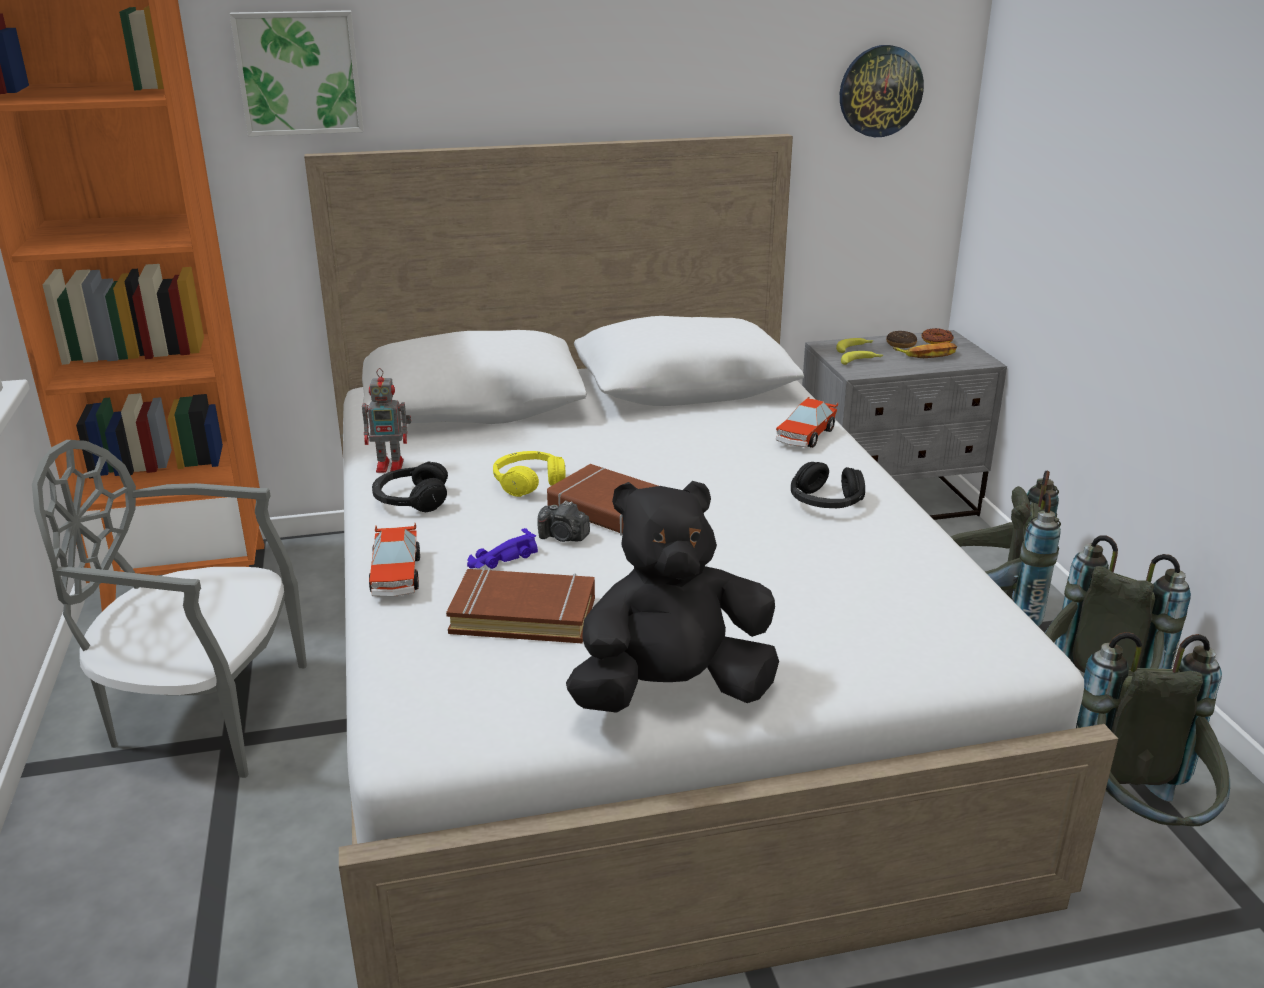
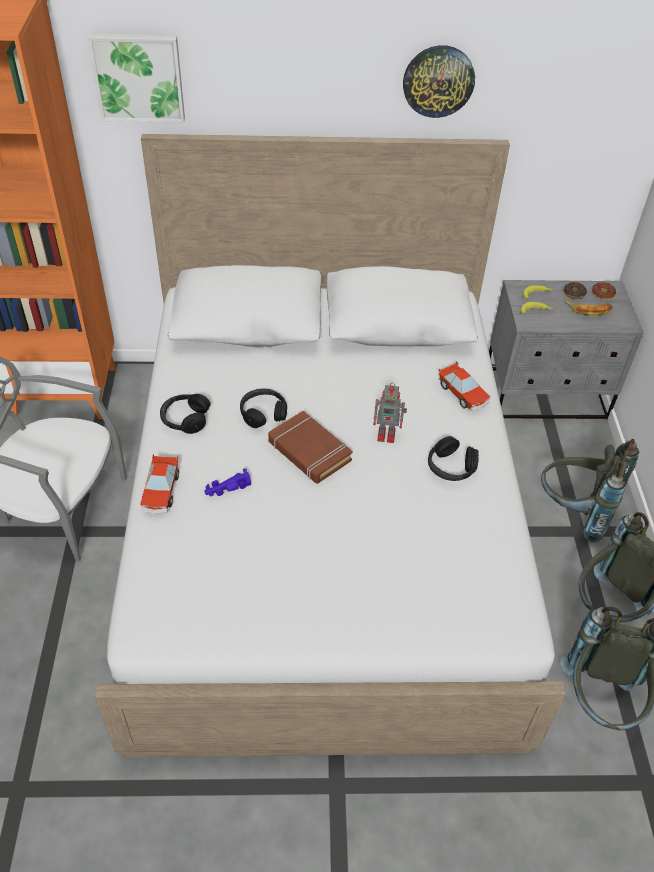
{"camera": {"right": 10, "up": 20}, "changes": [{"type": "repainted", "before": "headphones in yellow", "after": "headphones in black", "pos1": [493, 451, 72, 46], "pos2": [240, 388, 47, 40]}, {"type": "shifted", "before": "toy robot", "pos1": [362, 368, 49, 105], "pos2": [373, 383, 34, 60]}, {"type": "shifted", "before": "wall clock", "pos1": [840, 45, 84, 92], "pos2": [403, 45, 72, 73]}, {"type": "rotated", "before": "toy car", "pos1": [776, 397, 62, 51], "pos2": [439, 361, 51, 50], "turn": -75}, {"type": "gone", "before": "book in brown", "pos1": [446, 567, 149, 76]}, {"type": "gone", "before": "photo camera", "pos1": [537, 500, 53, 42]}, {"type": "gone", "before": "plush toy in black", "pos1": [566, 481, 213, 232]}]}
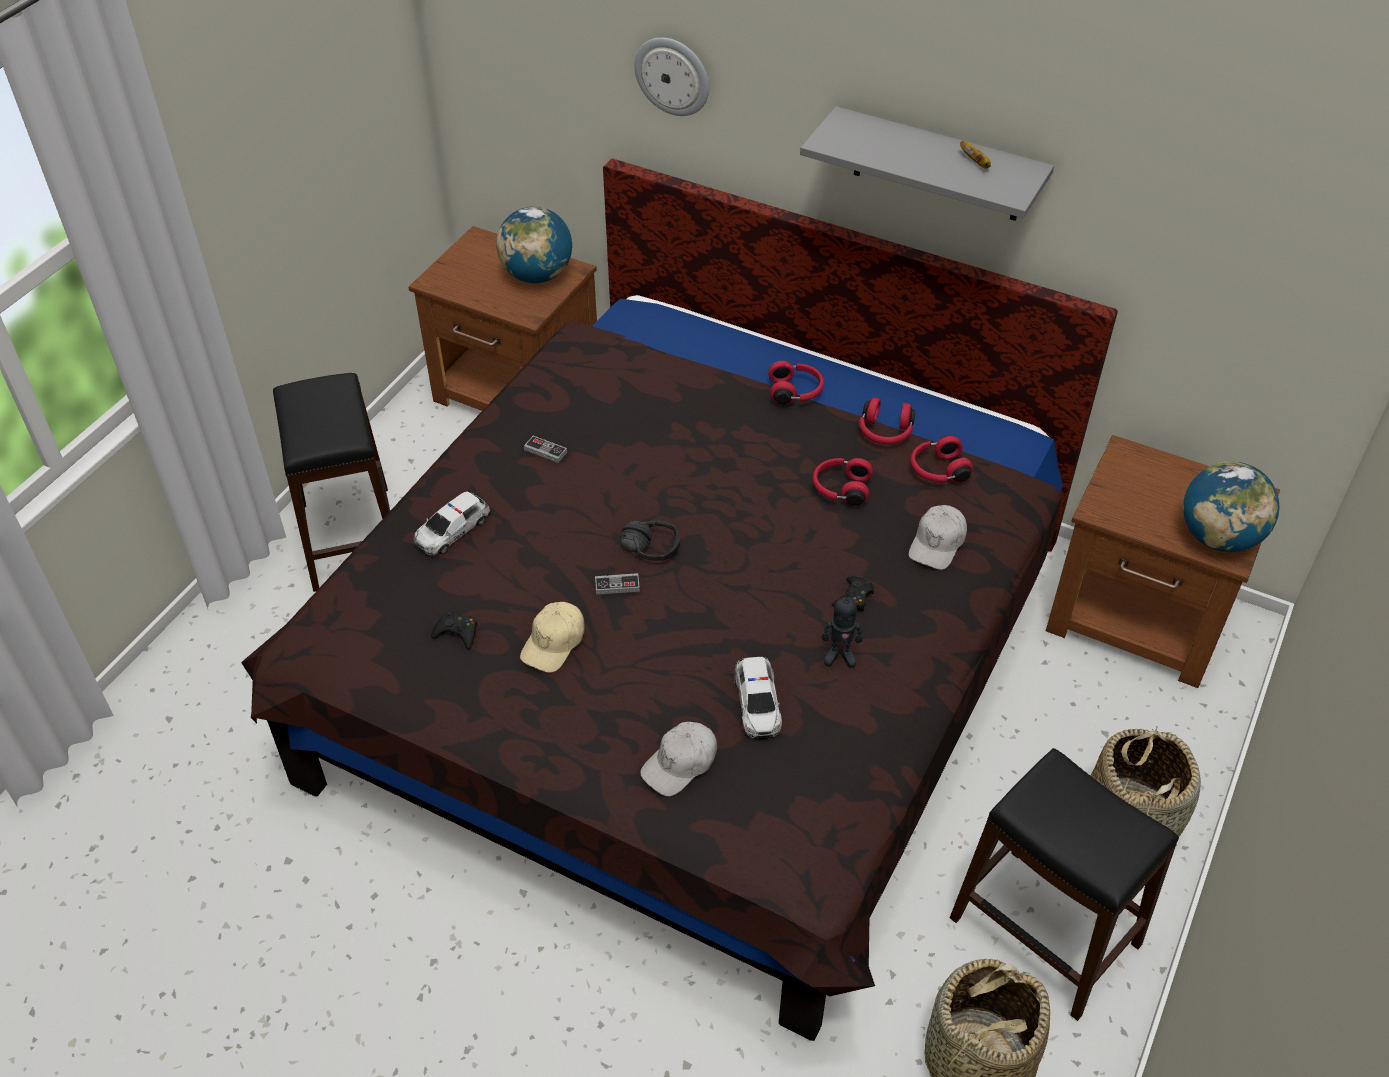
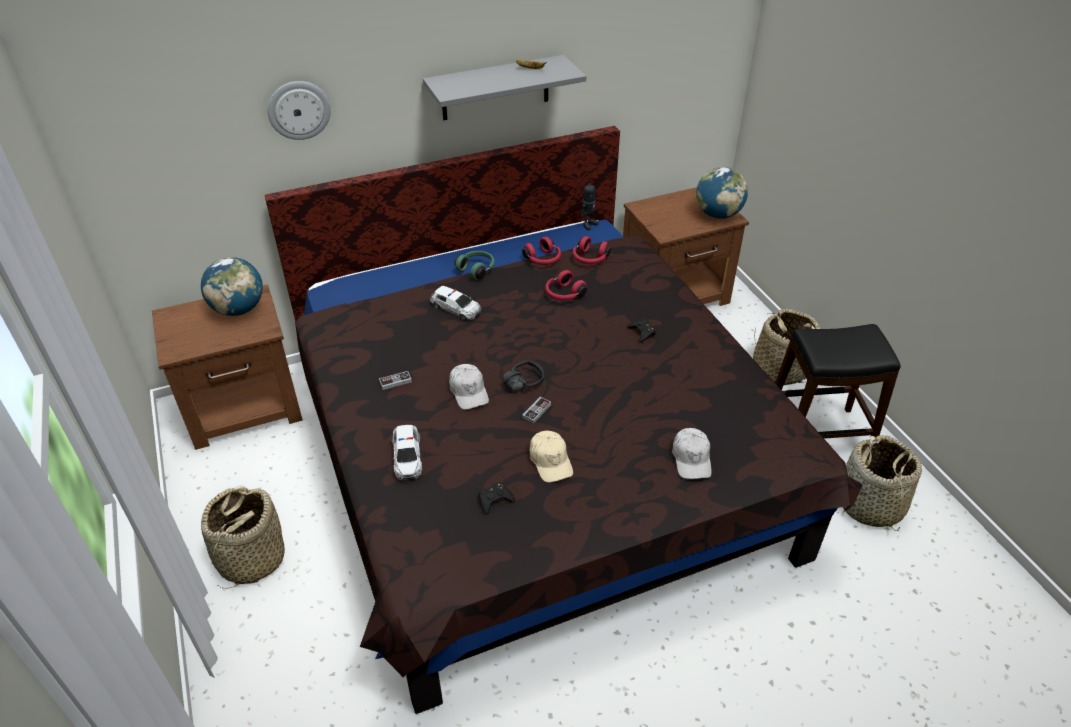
{"camera": {"right": -50, "up": -5}, "changes": [{"type": "swapped", "before": "stool in black", "after": "basket", "pos1": [273, 373, 117, 219], "pos2": [201, 485, 84, 104]}, {"type": "shifted", "before": "toy car", "pos1": [734, 657, 48, 82], "pos2": [430, 286, 51, 34]}, {"type": "shifted", "before": "cap in white", "pos1": [909, 505, 58, 65], "pos2": [449, 364, 40, 46]}, {"type": "repainted", "before": "headphones in red", "after": "headphones in green", "pos1": [768, 361, 56, 43], "pos2": [454, 251, 41, 29]}, {"type": "shifted", "before": "toy robot", "pos1": [822, 592, 41, 76], "pos2": [581, 179, 18, 51]}]}
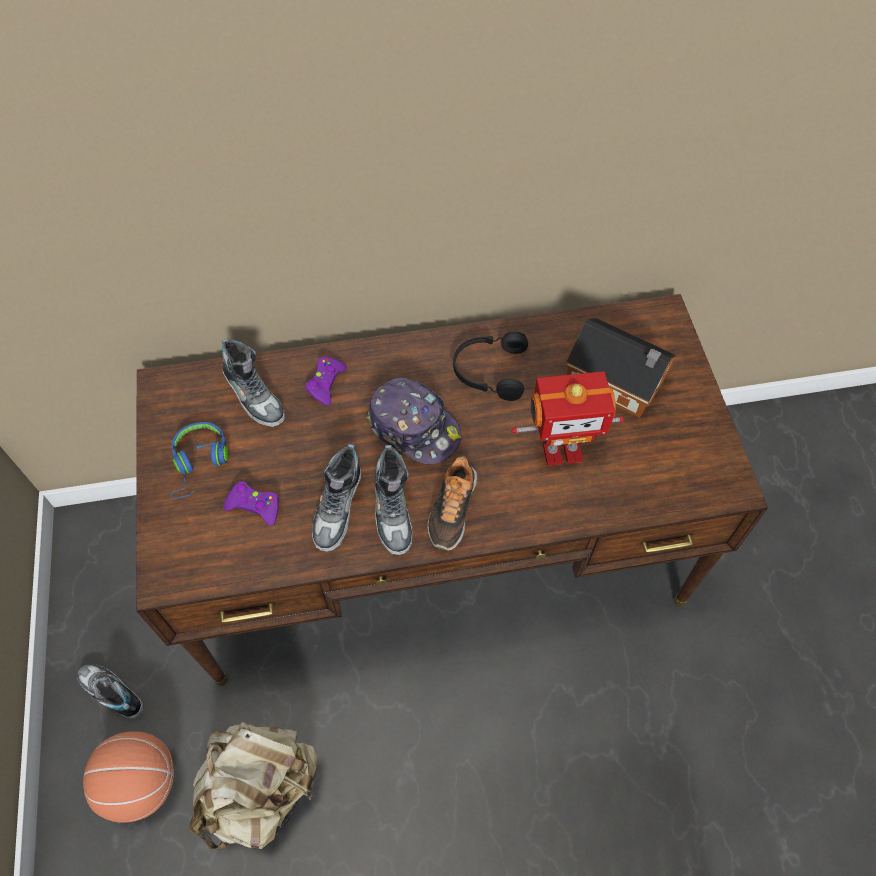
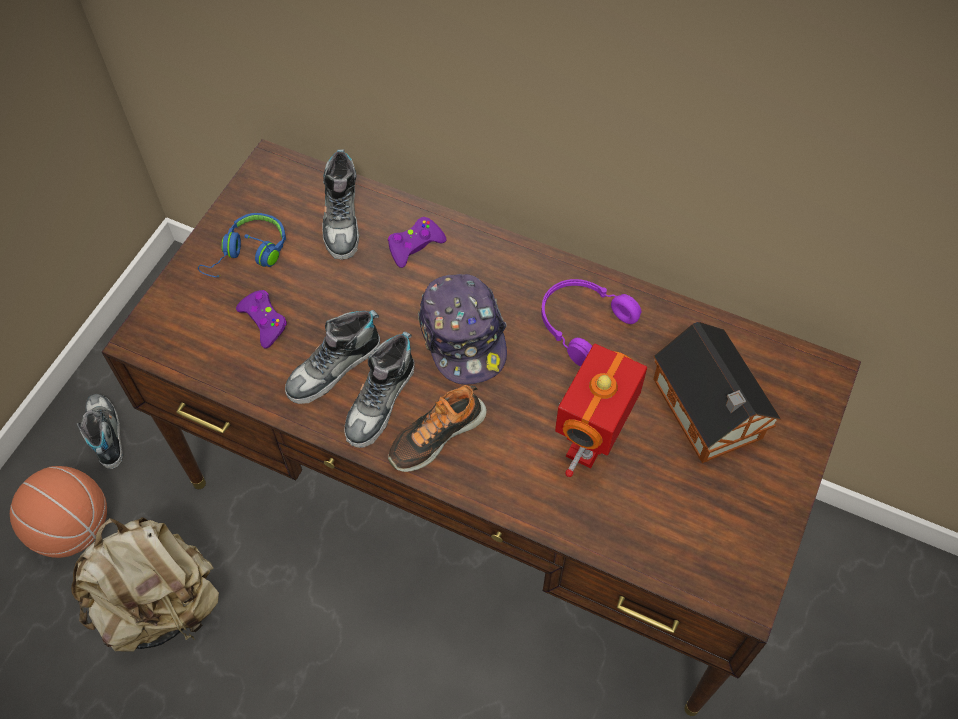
{"camera": {"right": 35, "up": 0}, "changes": [{"type": "repainted", "before": "headphones in black", "after": "headphones in purple", "pos1": [453, 331, 75, 70], "pos2": [541, 279, 100, 88]}, {"type": "rotated", "before": "toy robot", "pos1": [511, 371, 113, 95], "pos2": [555, 344, 92, 133], "turn": 90}]}
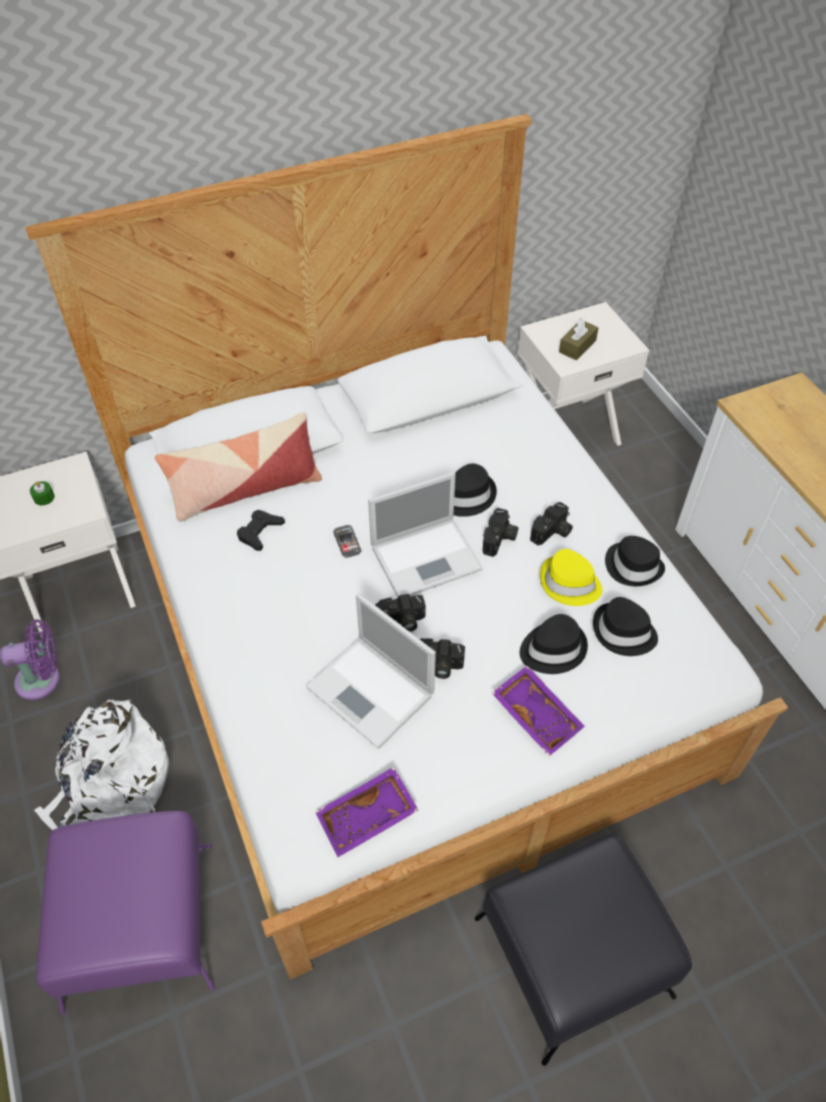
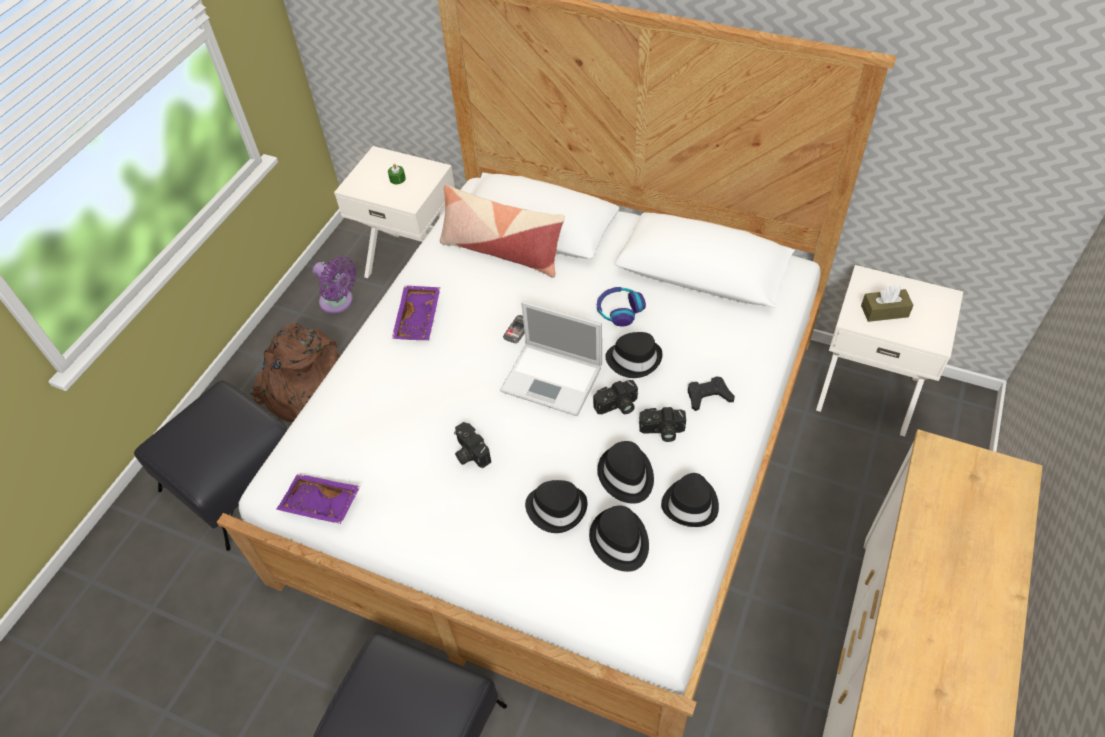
{"camera": {"right": 50, "up": 0}, "changes": [{"type": "repainted", "before": "ottoman in purple", "after": "ottoman in black", "pos1": [36, 811, 179, 204], "pos2": [134, 380, 154, 171]}, {"type": "repainted", "before": "backpack in white", "after": "backpack in brown", "pos1": [34, 700, 135, 130], "pos2": [250, 323, 90, 99]}, {"type": "shifted", "before": "tray in purple", "pos1": [492, 666, 93, 90], "pos2": [392, 286, 48, 54]}, {"type": "new", "after": "headphones", "pos2": [597, 287, 49, 40]}, {"type": "repainted", "before": "hat in yellow", "after": "hat in black", "pos1": [540, 549, 62, 57], "pos2": [597, 441, 57, 63]}, {"type": "shifted", "before": "game controller in black", "pos1": [237, 510, 48, 41], "pos2": [688, 376, 47, 35]}, {"type": "gone", "before": "laptop", "pos1": [306, 593, 130, 156]}, {"type": "gone", "before": "photo camera", "pos1": [375, 594, 51, 38]}]}
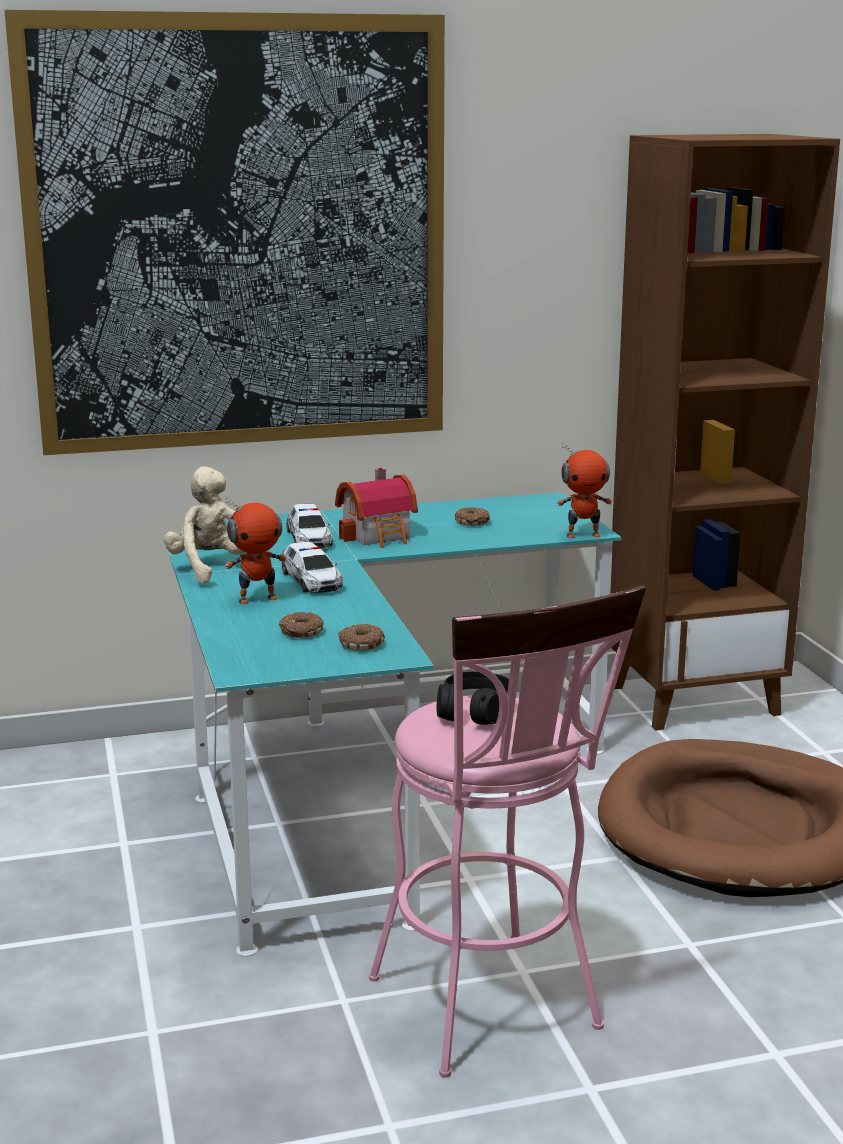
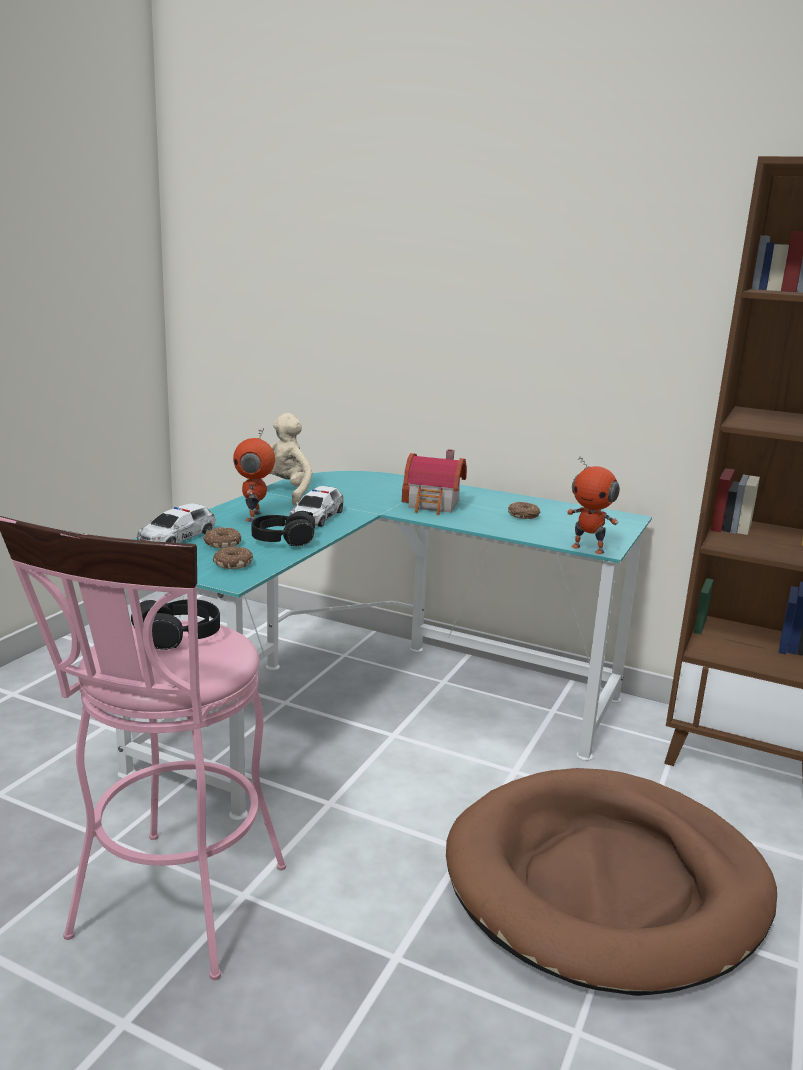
{"camera": {"right": 40, "up": 0}, "changes": [{"type": "shifted", "before": "toy car", "pos1": [287, 504, 46, 44], "pos2": [137, 503, 79, 40]}, {"type": "rotated", "before": "toy robot", "pos1": [225, 497, 62, 107], "pos2": [233, 428, 42, 94], "turn": 75}, {"type": "new", "after": "headphones in black", "pos2": [252, 511, 63, 35]}, {"type": "gone", "before": "picture", "pos1": [4, 10, 441, 445]}]}
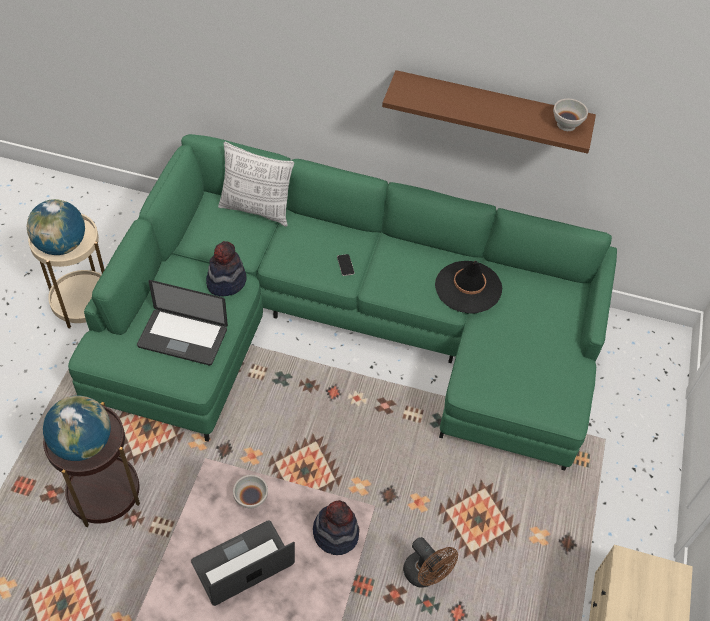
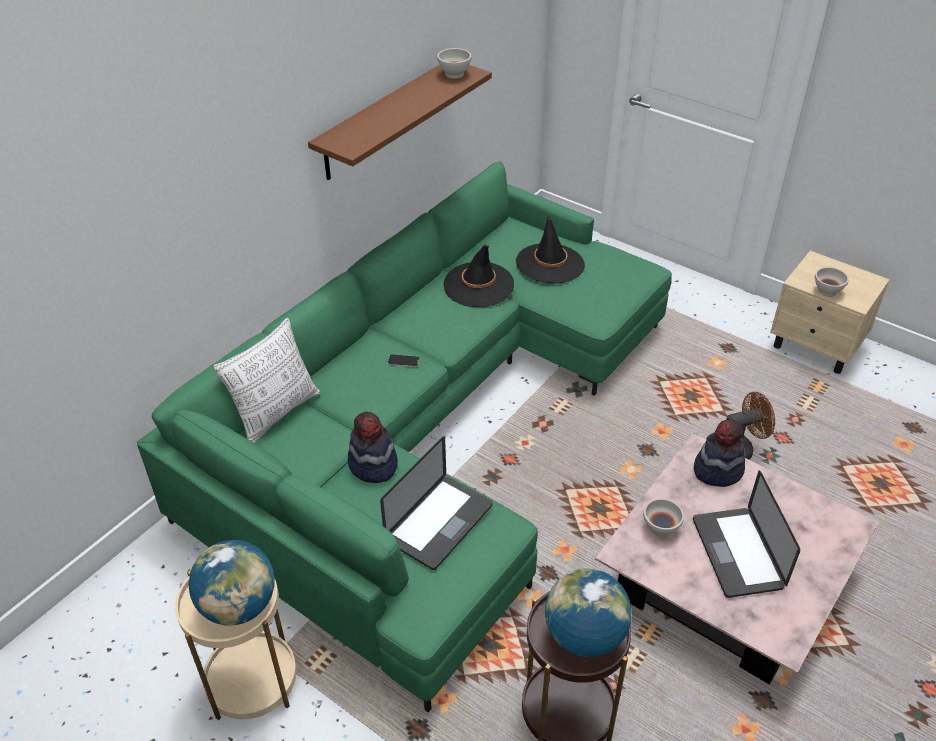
{"camera": {"right": -65, "up": -10}, "changes": [{"type": "new", "after": "hat in black", "pos2": [516, 214, 69, 70]}, {"type": "new", "after": "bowl in white", "pos2": [815, 267, 34, 30]}]}
